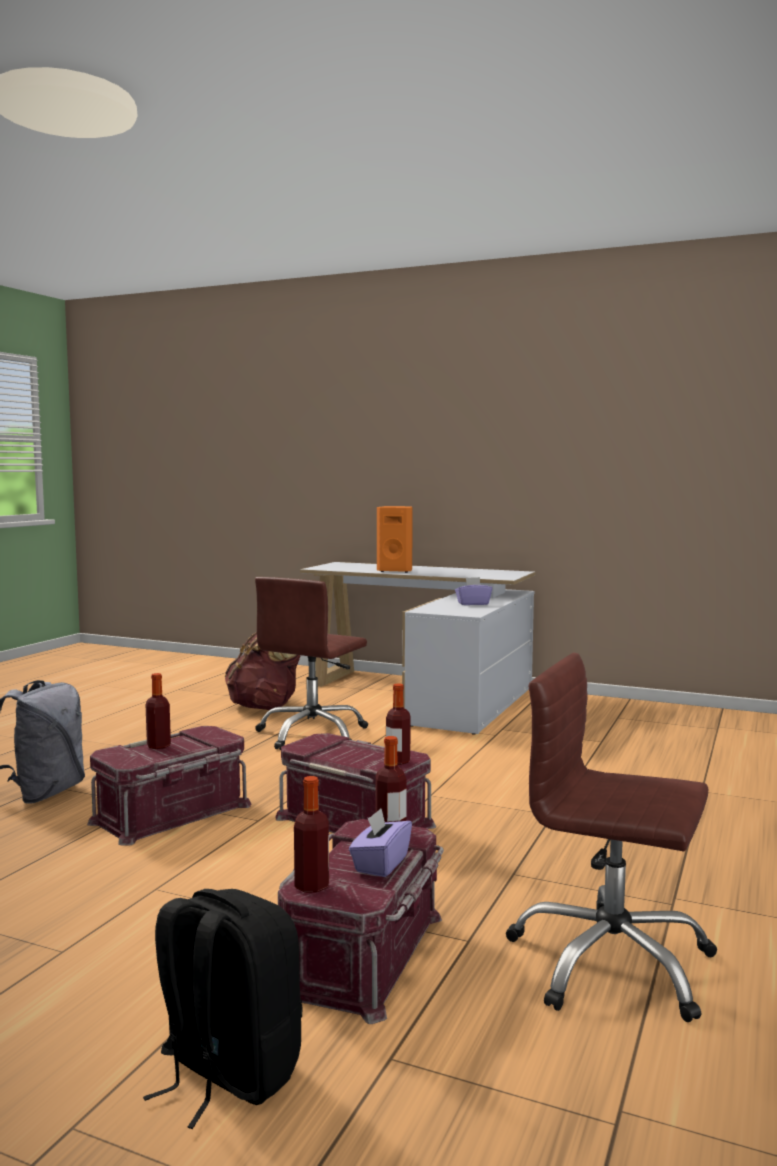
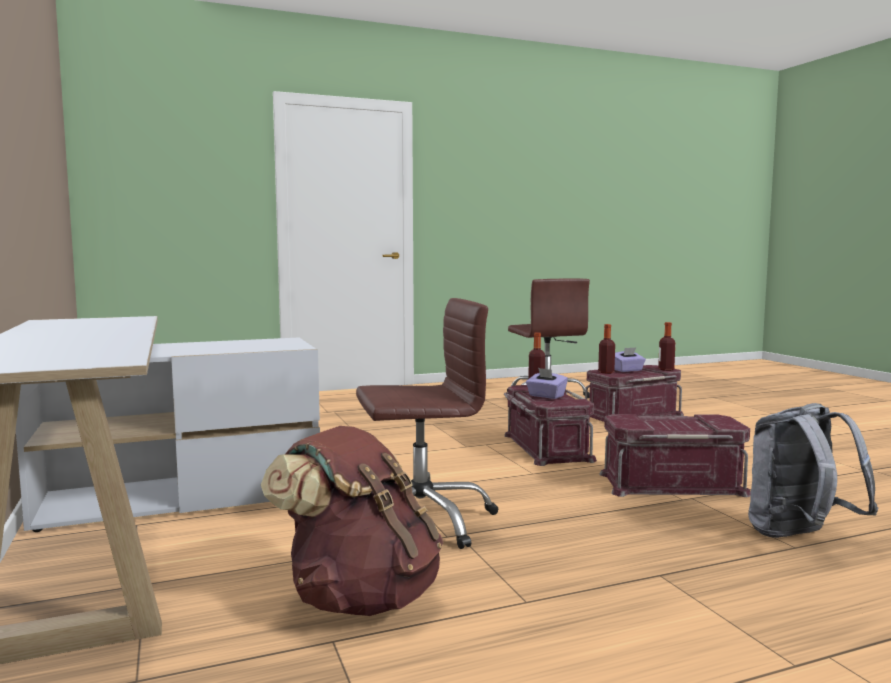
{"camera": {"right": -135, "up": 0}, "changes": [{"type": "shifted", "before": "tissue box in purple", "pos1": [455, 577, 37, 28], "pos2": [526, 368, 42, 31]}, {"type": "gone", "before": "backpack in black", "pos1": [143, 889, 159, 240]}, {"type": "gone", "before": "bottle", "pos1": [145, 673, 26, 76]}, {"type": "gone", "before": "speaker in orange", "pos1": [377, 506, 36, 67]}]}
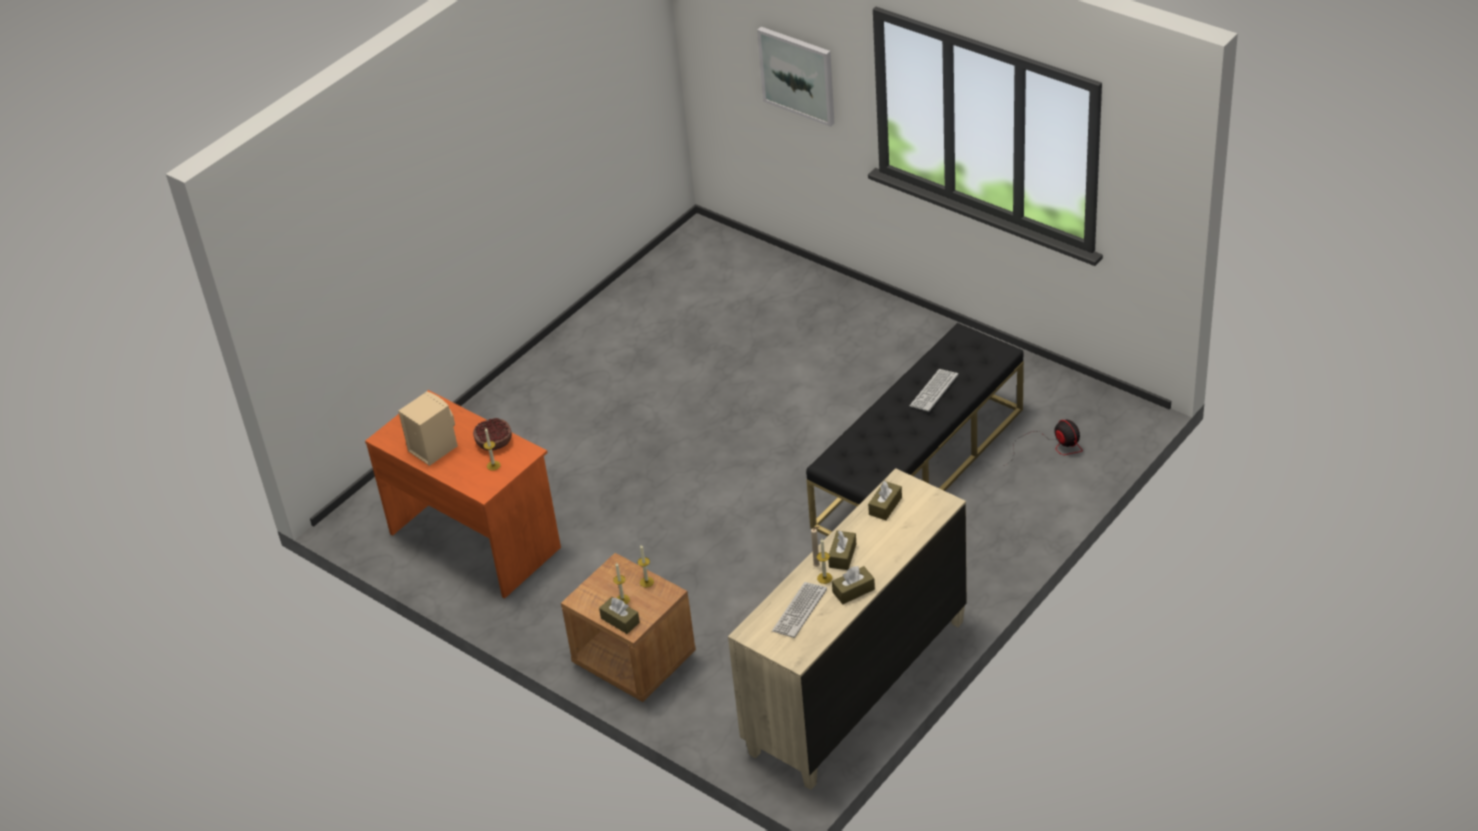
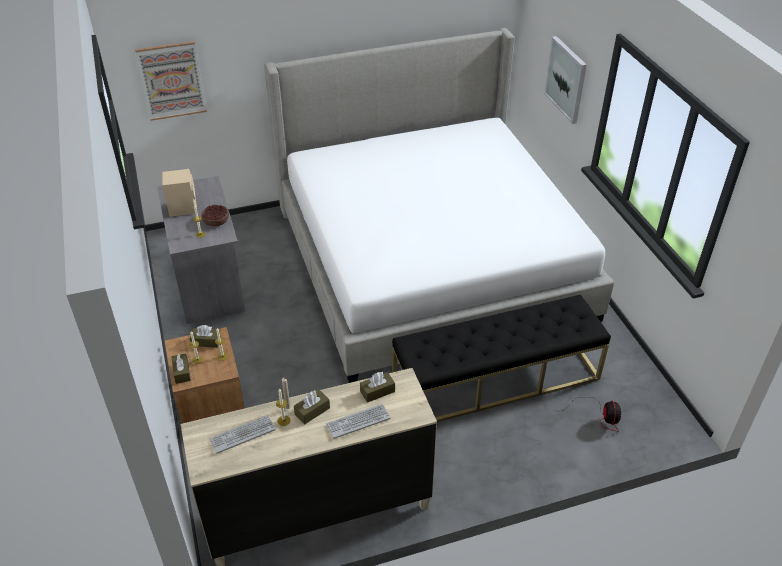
{"camera": {"right": 30, "up": 0}, "changes": [{"type": "new", "after": "picture", "pos2": [135, 41, 72, 80]}, {"type": "repainted", "before": "desk in orange", "after": "desk in grey", "pos1": [365, 390, 196, 208], "pos2": [157, 176, 88, 148]}, {"type": "shifted", "before": "tissue box in brown", "pos1": [832, 566, 43, 38], "pos2": [190, 325, 31, 23]}, {"type": "new", "after": "bed", "pos2": [264, 28, 350, 355]}, {"type": "shifted", "before": "keyboard", "pos1": [909, 369, 49, 43], "pos2": [326, 404, 65, 35]}]}
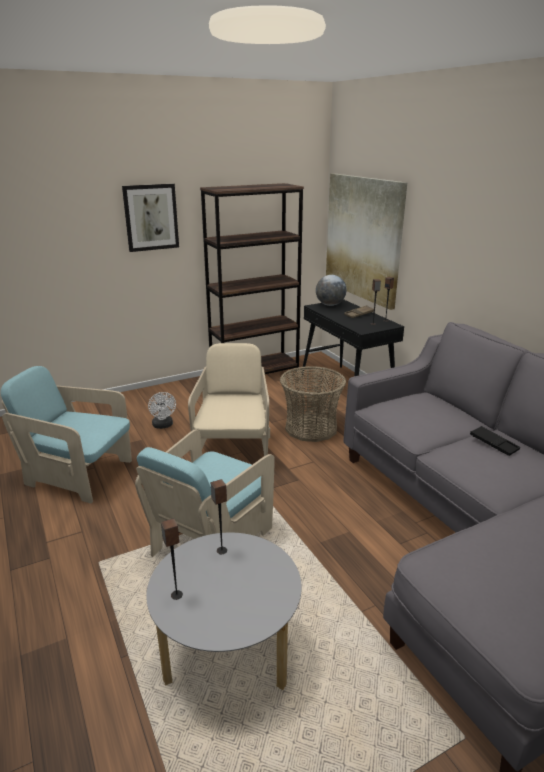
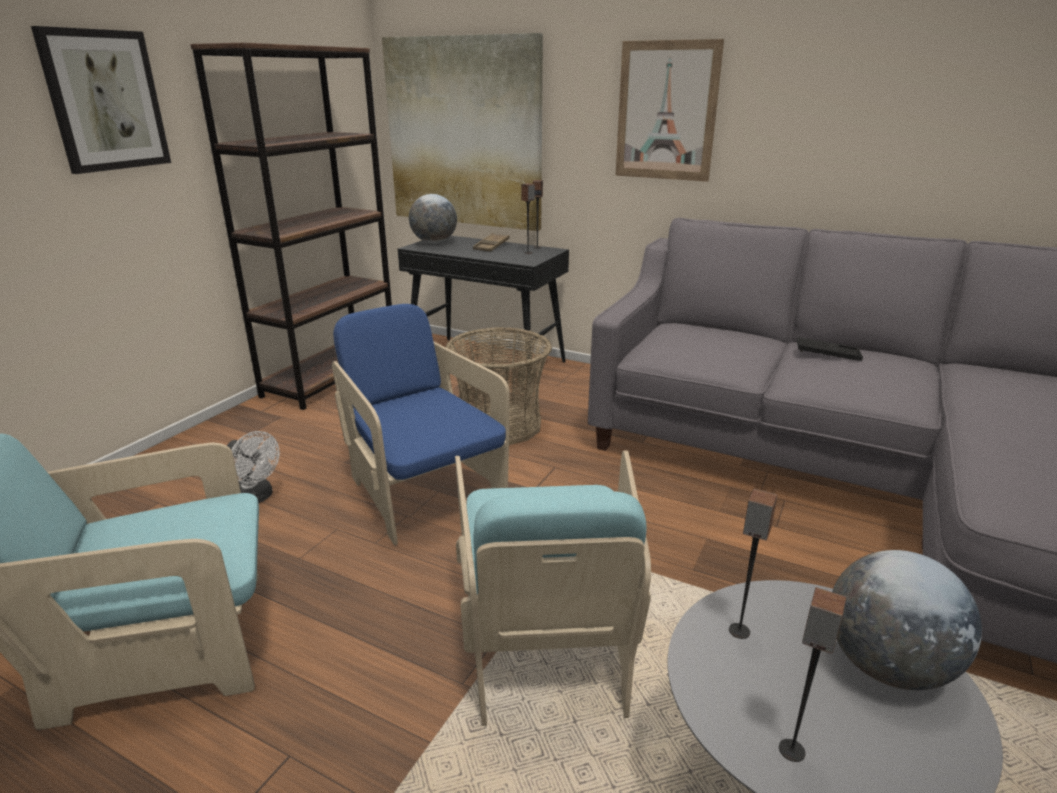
{"camera": {"right": -35, "up": 0}, "changes": [{"type": "repainted", "before": "armchair in beige", "after": "armchair in blue", "pos1": [188, 343, 82, 113], "pos2": [332, 304, 178, 241]}, {"type": "new", "after": "picture", "pos2": [616, 39, 108, 143]}, {"type": "new", "after": "globe", "pos2": [832, 550, 150, 140]}]}
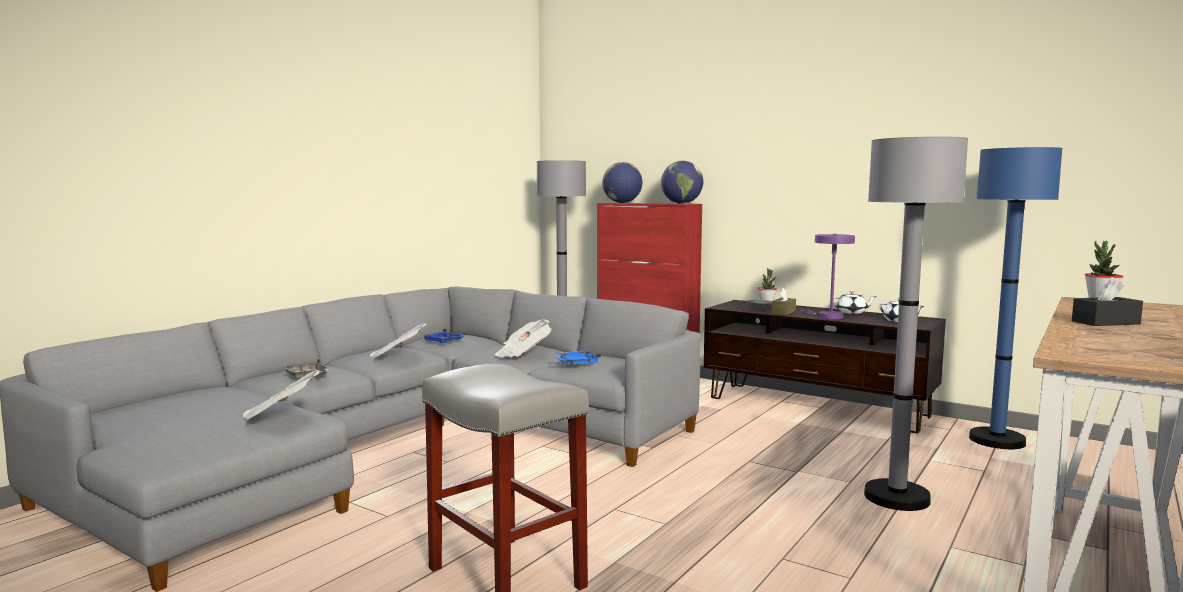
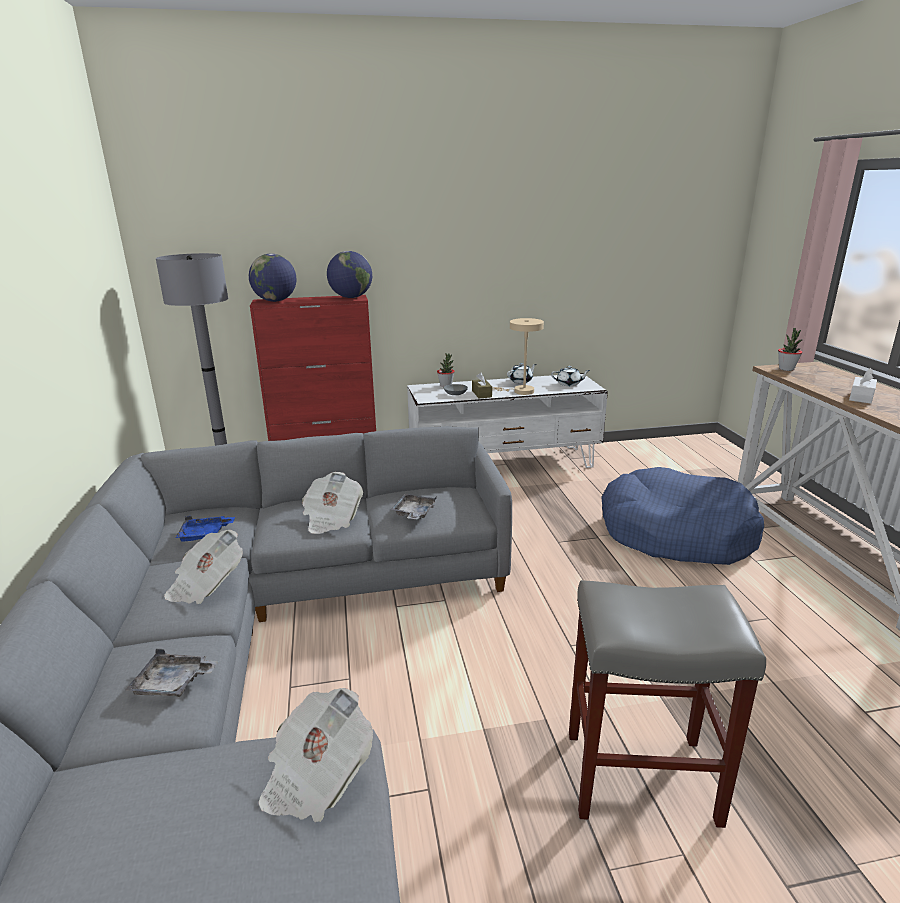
{"camera": {"right": -45, "up": 15}, "changes": [{"type": "repainted", "before": "tray in blue", "after": "tray in grey", "pos1": [555, 350, 46, 14], "pos2": [391, 494, 46, 25]}, {"type": "repainted", "before": "tv stand in brown", "after": "tv stand in white", "pos1": [704, 300, 242, 133], "pos2": [407, 373, 201, 95]}, {"type": "repainted", "before": "table lamp in purple", "after": "table lamp in beige", "pos1": [800, 234, 55, 85], "pos2": [492, 318, 52, 77]}, {"type": "swapped", "before": "floor lamp in grey", "after": "dog bed in blue", "pos1": [864, 136, 104, 375], "pos2": [601, 467, 163, 98]}, {"type": "repainted", "before": "tissue box in black", "after": "tissue box in white", "pos1": [1072, 277, 71, 49], "pos2": [849, 368, 28, 36]}, {"type": "gone", "before": "floor lamp in blue", "pos1": [969, 147, 94, 302]}]}
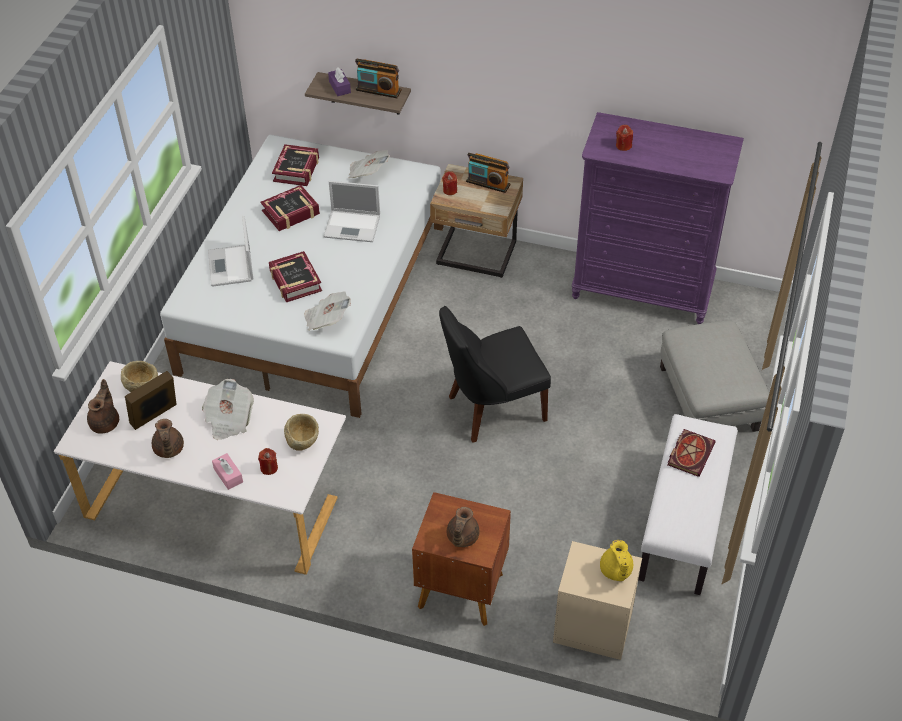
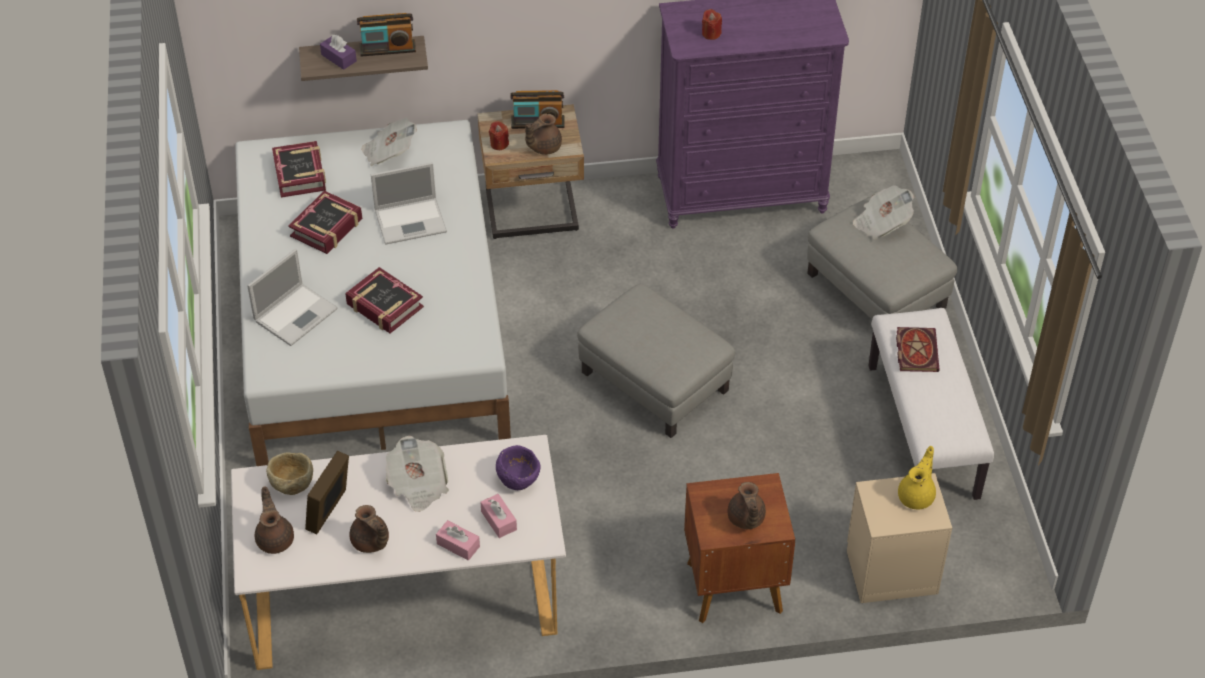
{"camera": {"right": -25, "up": 0}, "changes": [{"type": "rotated", "before": "laptop", "pos1": [208, 216, 45, 71], "pos2": [247, 249, 91, 97], "turn": -105}, {"type": "swapped", "before": "candle in red", "after": "tissue box in pink", "pos1": [258, 448, 20, 27], "pos2": [480, 494, 37, 44]}, {"type": "repainted", "before": "bowl in beige", "after": "bowl in purple", "pos1": [284, 414, 35, 37], "pos2": [496, 445, 44, 45]}, {"type": "new", "after": "teapot in brown", "pos2": [525, 114, 37, 41]}, {"type": "swapped", "before": "chair in black", "after": "ottoman in grey", "pos1": [439, 306, 112, 137], "pos2": [577, 284, 158, 154]}, {"type": "shifted", "before": "newspaper", "pos1": [304, 291, 47, 40], "pos2": [853, 185, 61, 55]}, {"type": "rotated", "before": "teapot in yellow", "pos1": [600, 540, 33, 41], "pos2": [898, 446, 38, 64], "turn": -120}]}
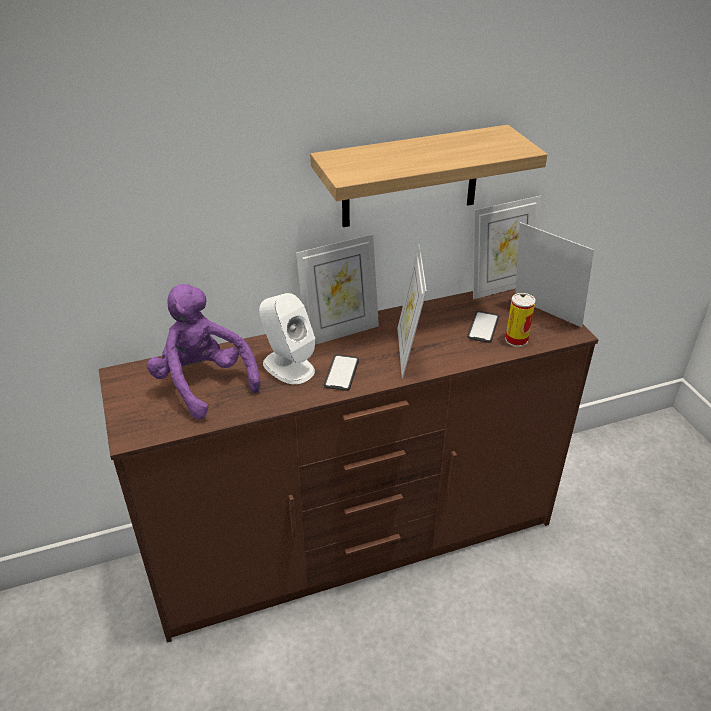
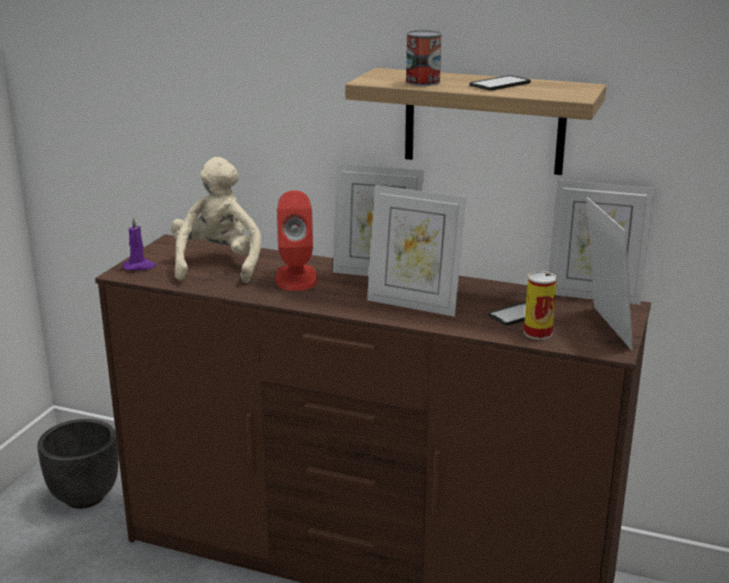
{"camera": {"right": 40, "up": -15}, "changes": [{"type": "new", "after": "planter in black", "pos2": [37, 419, 81, 90]}, {"type": "new", "after": "candle in purple", "pos2": [123, 217, 34, 54]}, {"type": "repainted", "before": "plush toy in purple", "after": "plush toy in beige", "pos1": [147, 284, 114, 135], "pos2": [171, 157, 90, 126]}, {"type": "repainted", "before": "speaker in white", "after": "speaker in red", "pos1": [259, 293, 56, 91], "pos2": [275, 191, 43, 100]}, {"type": "rotated", "before": "picture frame", "pos1": [397, 244, 30, 135], "pos2": [367, 185, 99, 132], "turn": -105}, {"type": "new", "after": "can", "pos2": [406, 30, 36, 56]}, {"type": "shifted", "before": "phone", "pos1": [324, 354, 35, 37], "pos2": [469, 75, 62, 15]}]}
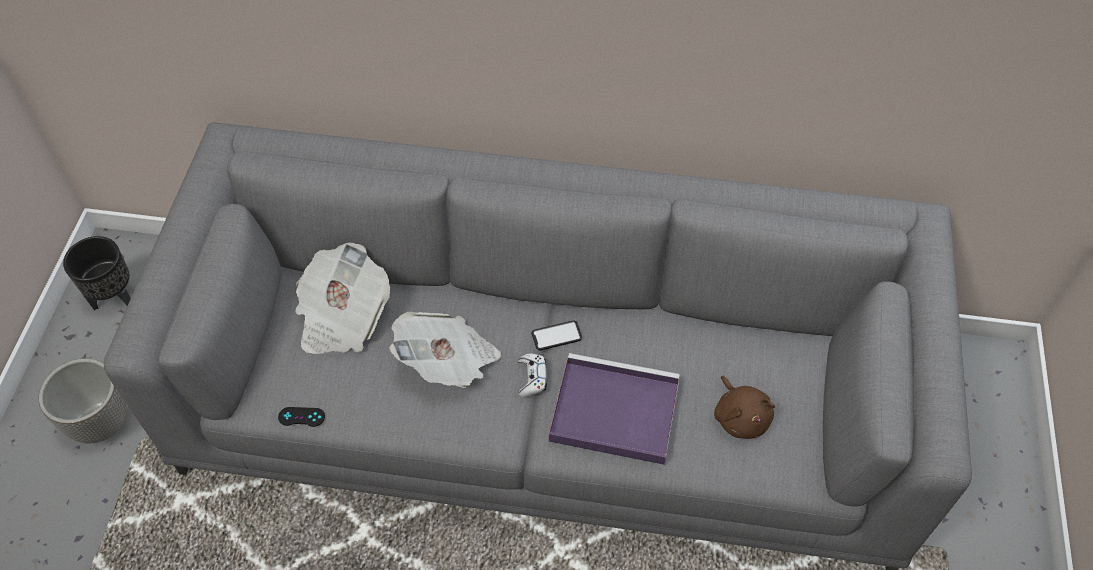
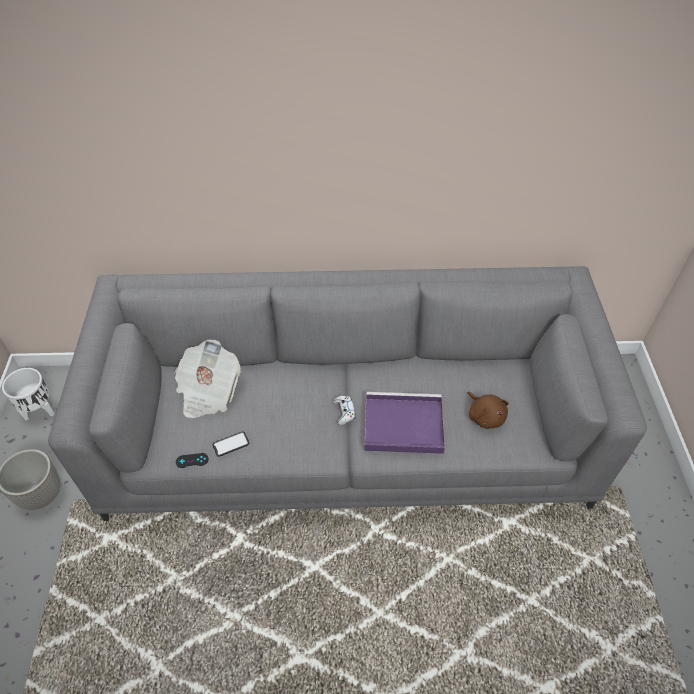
{"camera": {"right": -10, "up": -5}, "changes": [{"type": "repainted", "before": "planter in black", "after": "planter in white", "pos1": [63, 236, 68, 74], "pos2": [2, 368, 53, 53]}, {"type": "shifted", "before": "phone", "pos1": [531, 321, 51, 29], "pos2": [212, 431, 37, 26]}, {"type": "gone", "before": "newspaper", "pos1": [389, 312, 112, 76]}]}
